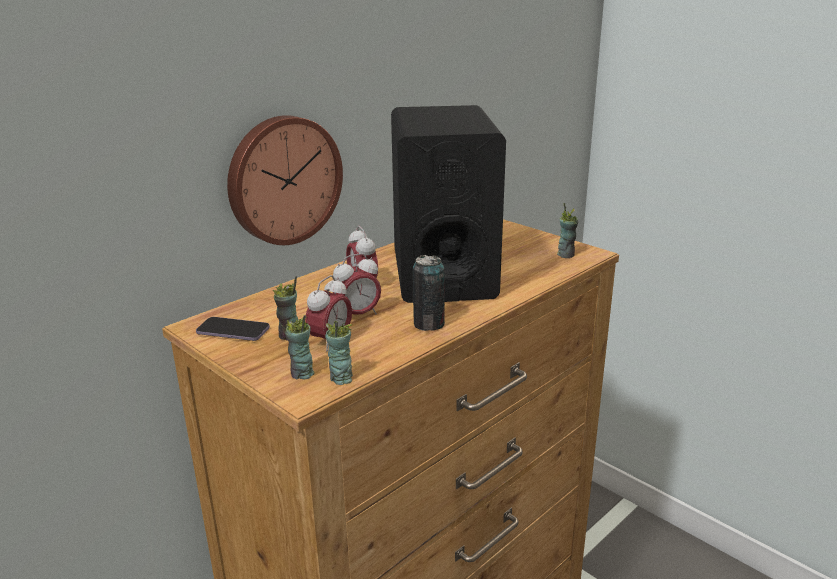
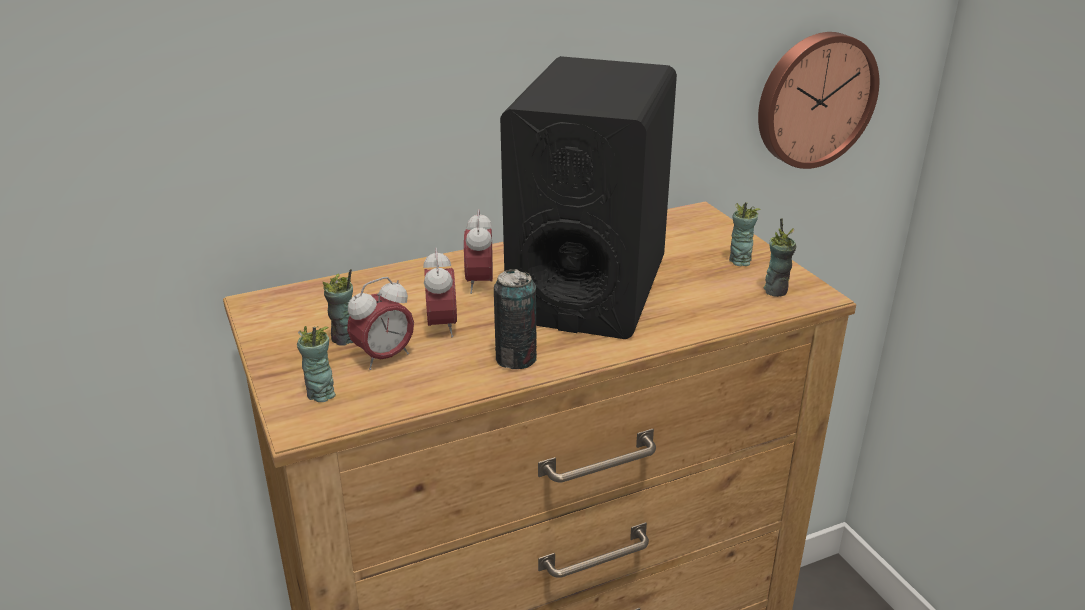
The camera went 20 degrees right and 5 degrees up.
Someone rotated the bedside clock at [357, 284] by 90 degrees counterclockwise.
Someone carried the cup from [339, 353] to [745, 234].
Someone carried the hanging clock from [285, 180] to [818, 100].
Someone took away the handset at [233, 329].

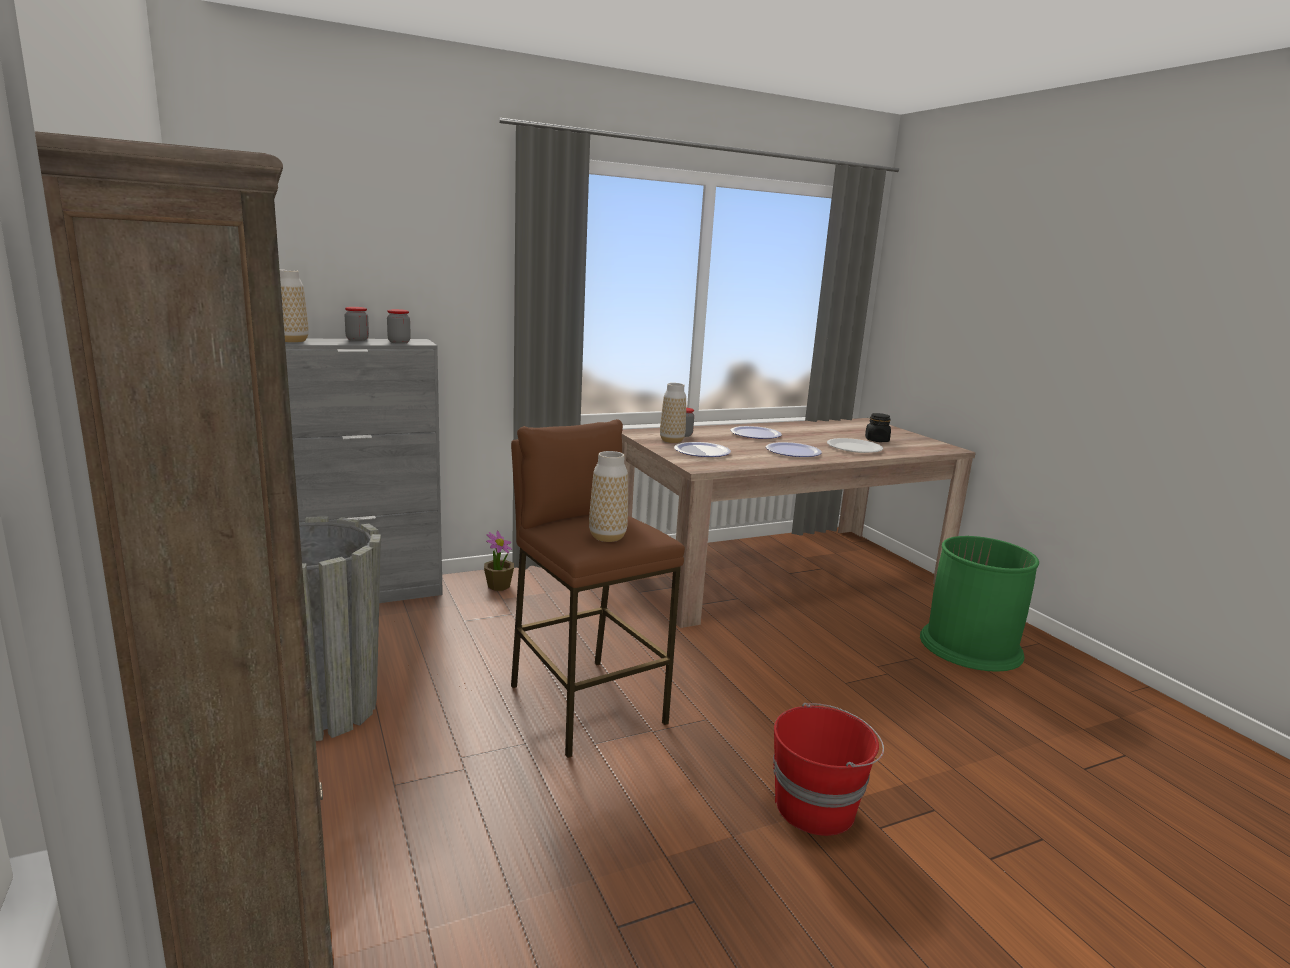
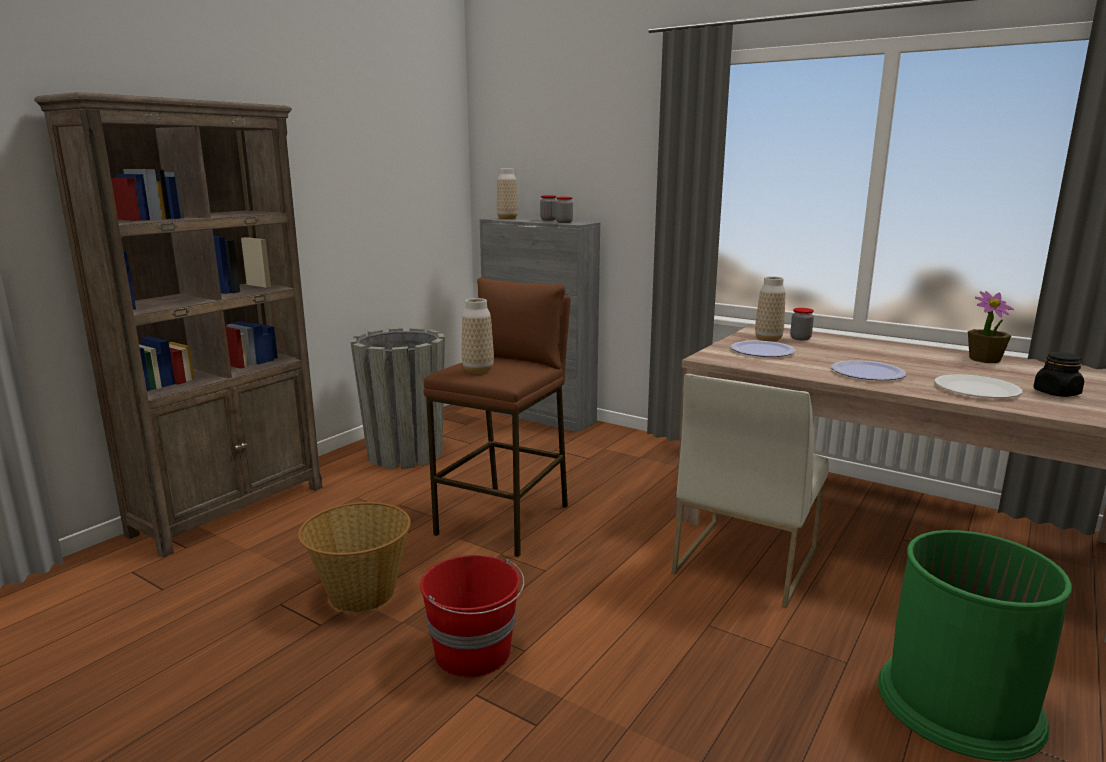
The camera went 60 degrees right and 0 degrees up.
Someone put down the household basket at [354, 557].
Someone put down the white upright chair at [750, 491].
Someone carried the houseplant from [499, 561] to [991, 327].
Someone took away the plate at [756, 432].

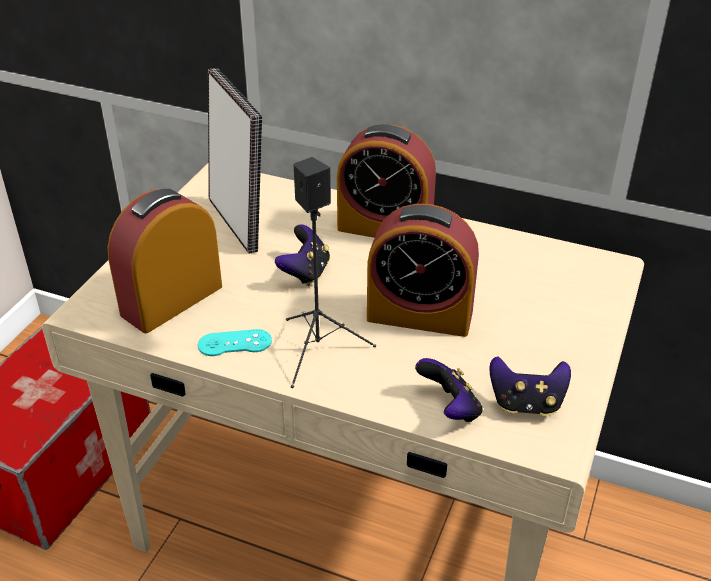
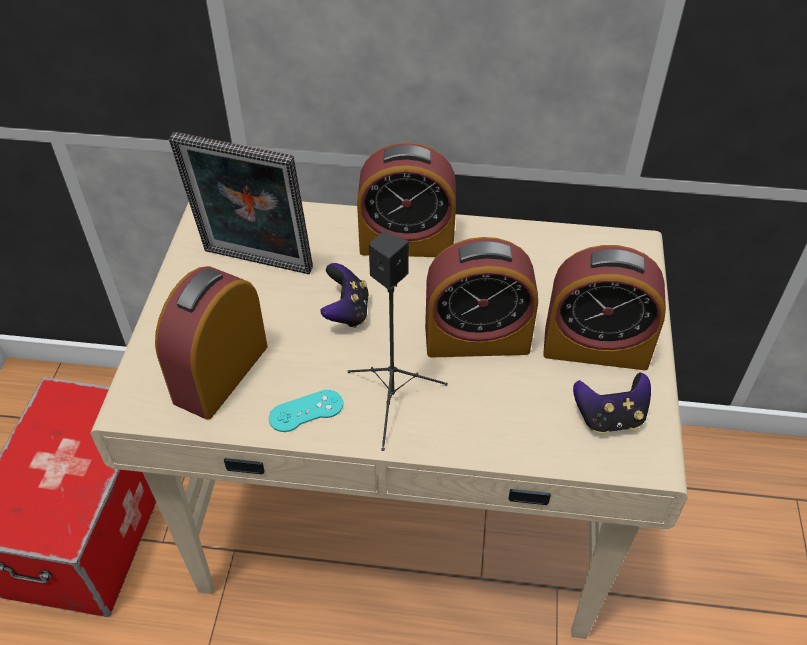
The camera went 15 degrees left and 10 degrees up.
Someone rotated the picture frame at [235, 161] by 150 degrees clockwise.
Someone put down the bedside clock at [604, 307].
Someone took away the game controller at [449, 390].

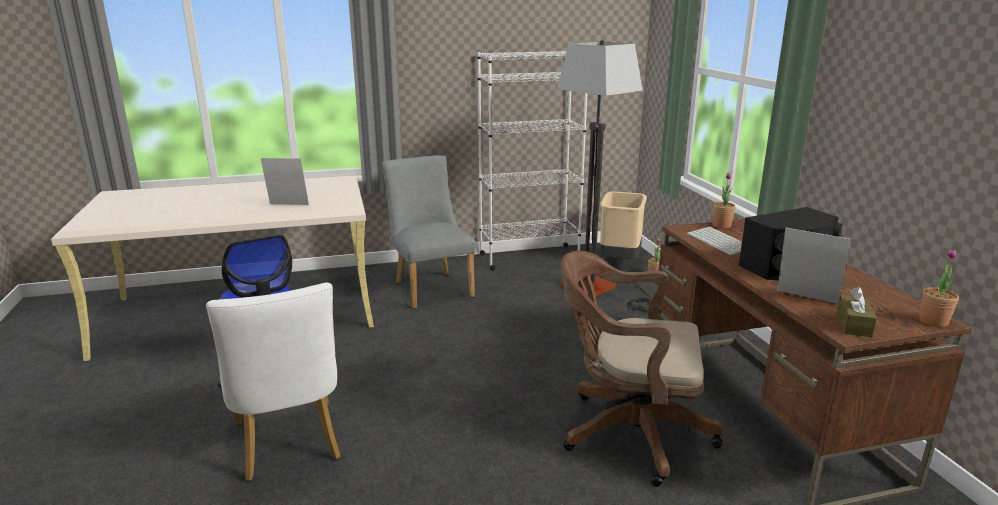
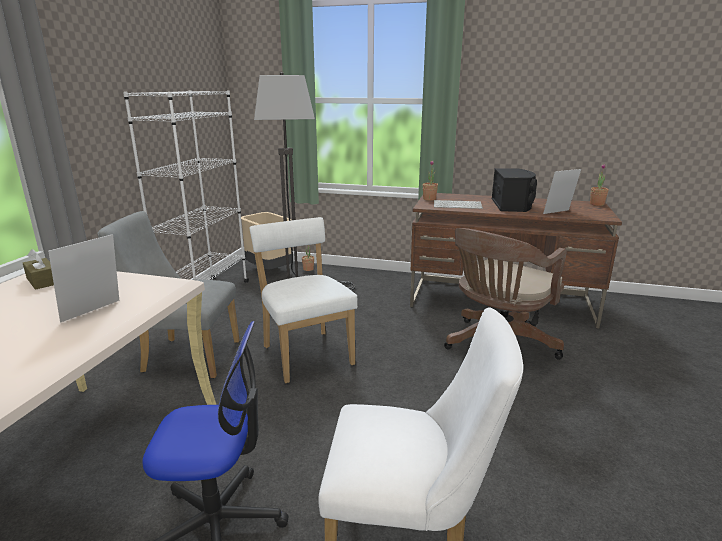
The camera went 60 degrees left and 0 degrees up.
Someone carried the brownish tissue holder from [857, 312] to [38, 269].
Someone put down the white upright chair at [304, 300].

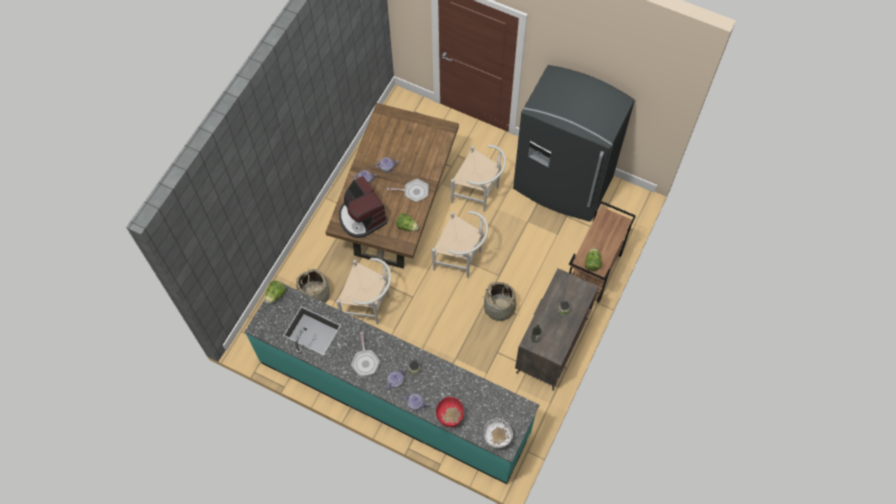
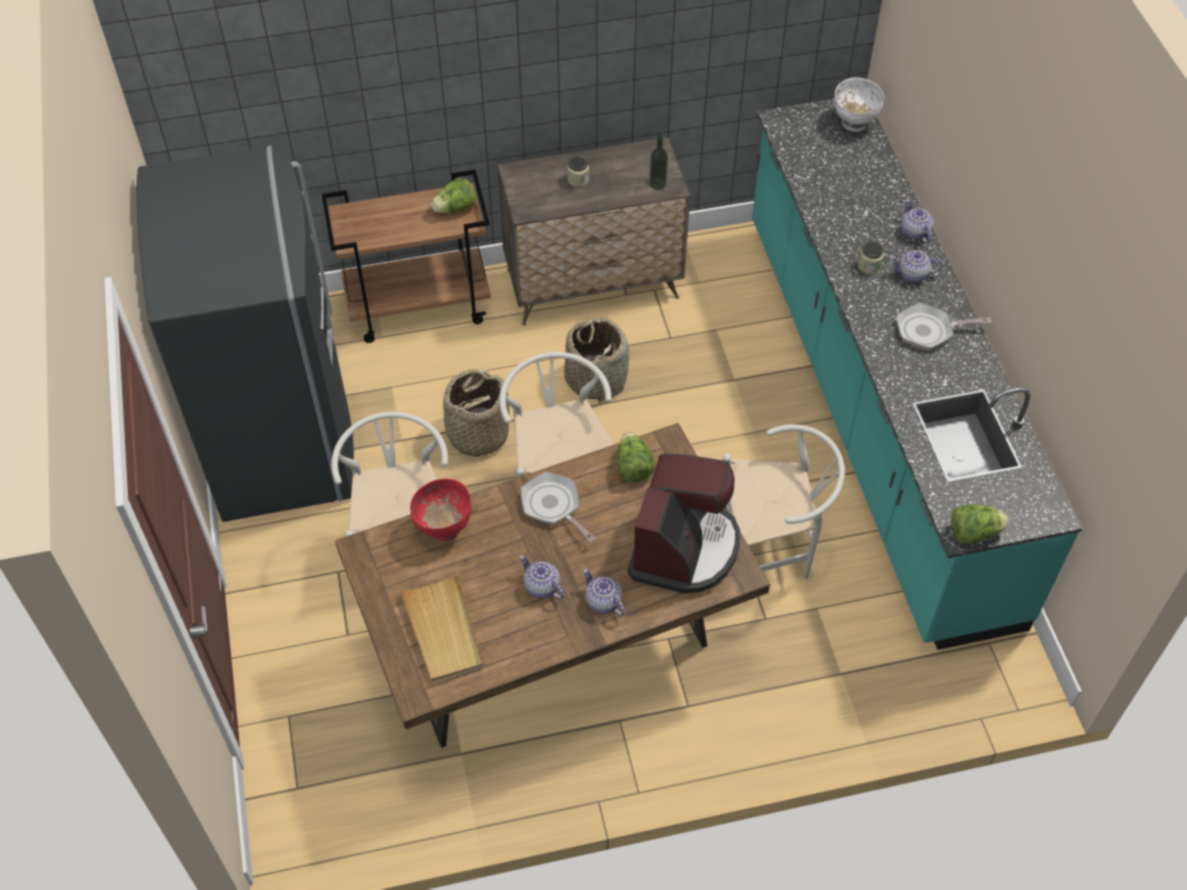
The camera went 130 degrees left and 10 degrees down.
Someone put down the beige-coloured serving tray at [441, 627].
Someone carried the red serving bowl from [450, 412] to [441, 510].
Someone carried the household basket from [313, 285] to [476, 412].
Someone rotated the white upright chair at [364, 291] by 105 degrees clockwise.
Someone rotated the frying pan at [365, 354] by 135 degrees counterclockwise.

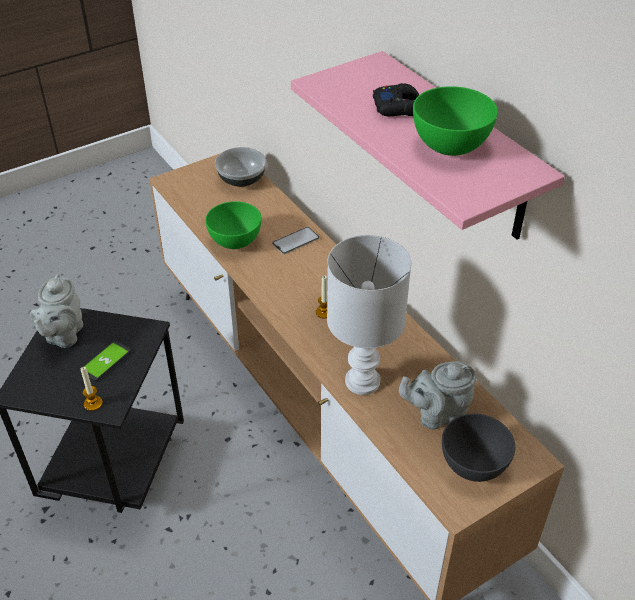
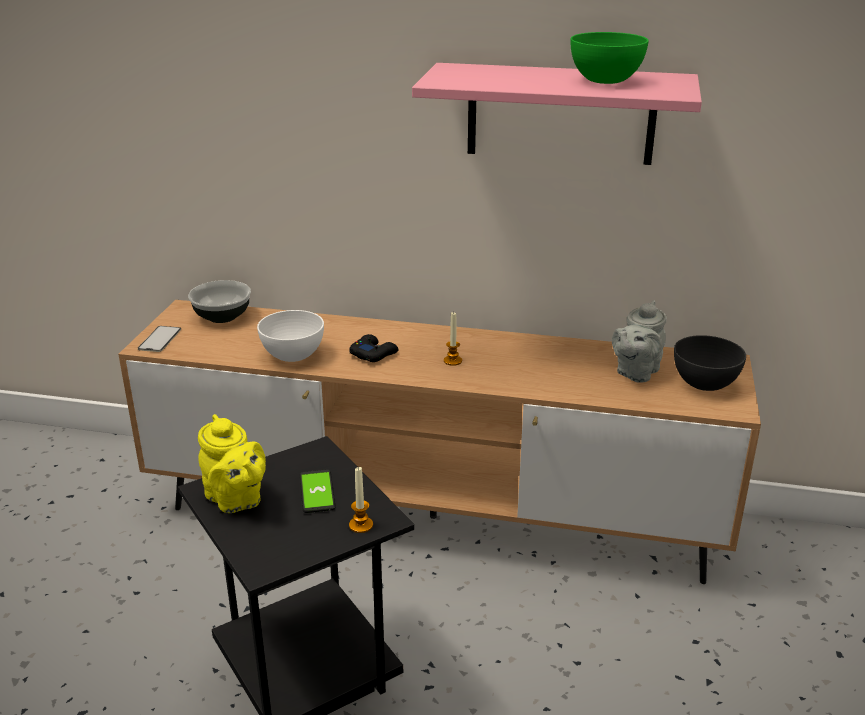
The camera went 45 degrees left and 15 degrees down.
Someone carried the handset from [295, 240] to [159, 339].
Someone repainted the grey teapot at [56, 311], which became the yellow teapot at [232, 463].
Someone repainted the green-coloured serving bowl at [233, 225], which became the white serving bowl at [290, 336].
Someone carried the black-coloured game controller from [396, 99] to [374, 348].
Someone took away the white table lamp at [369, 315].

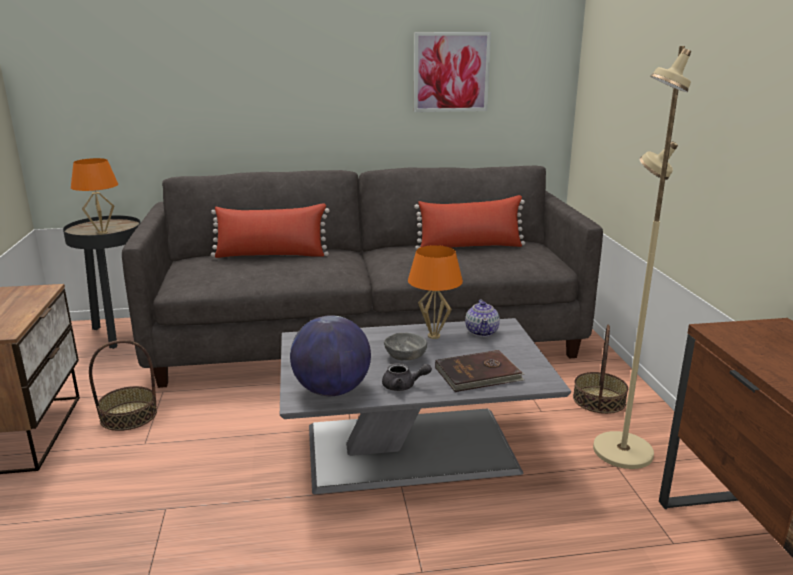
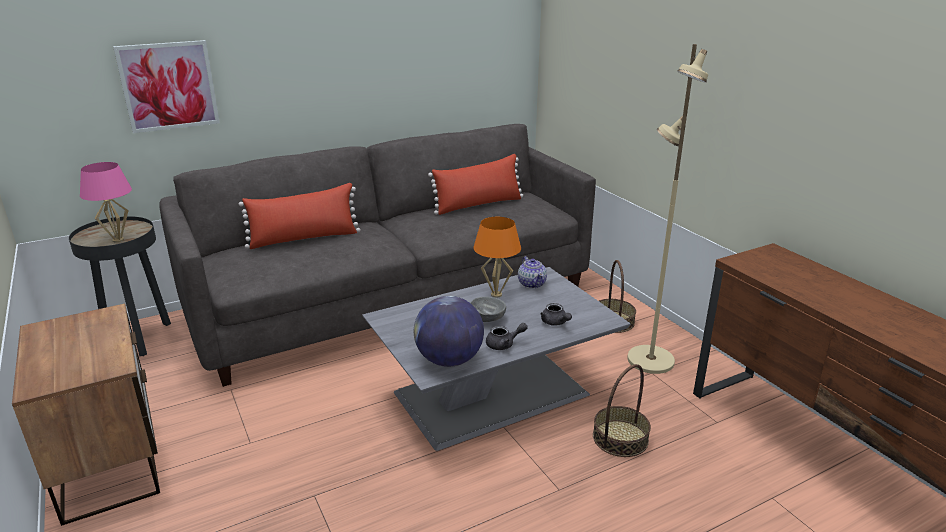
The camera went 20 degrees left and 5 degrees up.
Someone repainted the orange table lamp at [94, 196], which became the pink-coloured table lamp at [106, 202].
Someone carried the wall picture from [452, 72] to [166, 86].
Someone swapped the brownish bound book at [480, 371] for the grey teapot at [556, 314].
Someone carried the household basket from [123, 385] to [622, 410].

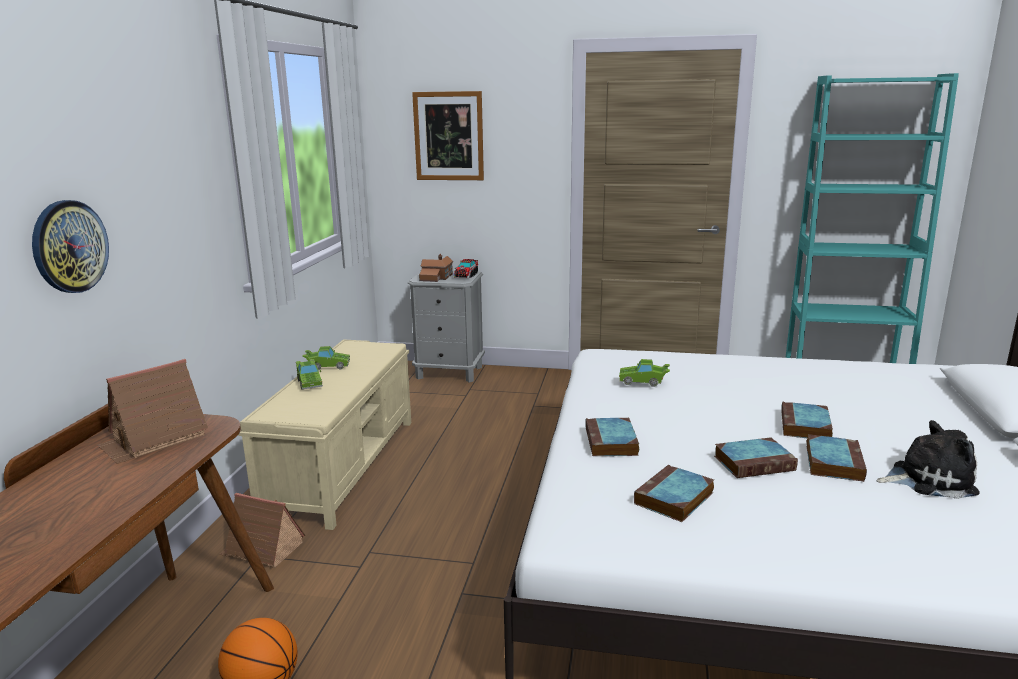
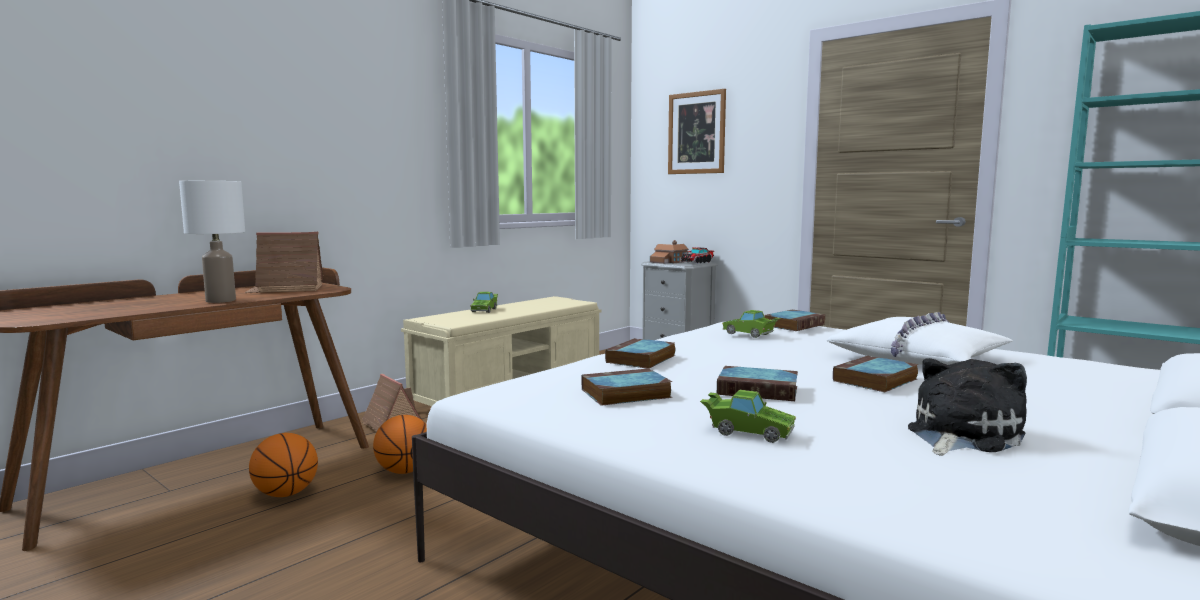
The camera went 30 degrees right and 10 degrees down.
Someone put down the white table lamp at [212, 242].
Someone put down the basketball at [400, 444].
Someone carried the green-coloured toy car from [326, 358] to [748, 416].
Someone carried the bound book from [836, 458] to [795, 320].
Someone put down the white pillow at [920, 338].
Someone rotated the soft toy at [928, 459] by 75 degrees counterclockwise.
Someone took away the hanging clock at [70, 246].

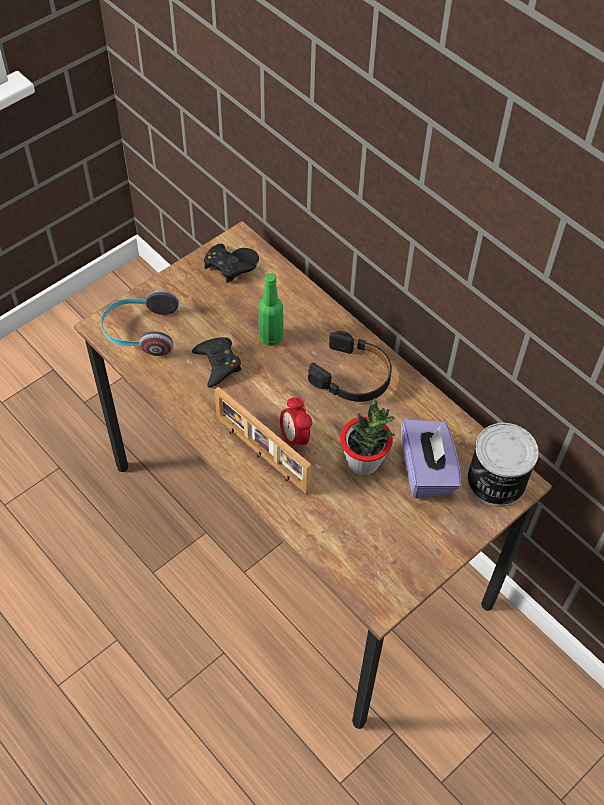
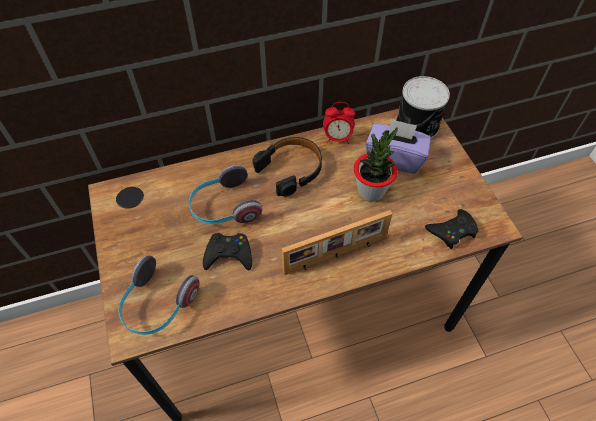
The camera went 65 degrees left and 0 degrees up.
Someone swapped the green-coloured drink bottle at [271, 309] for the pair of headphones at [225, 194].
Someone carried the bedside clock from [296, 422] to [339, 123].
Someone carried the black-coloured game controller from [230, 263] to [452, 229].

